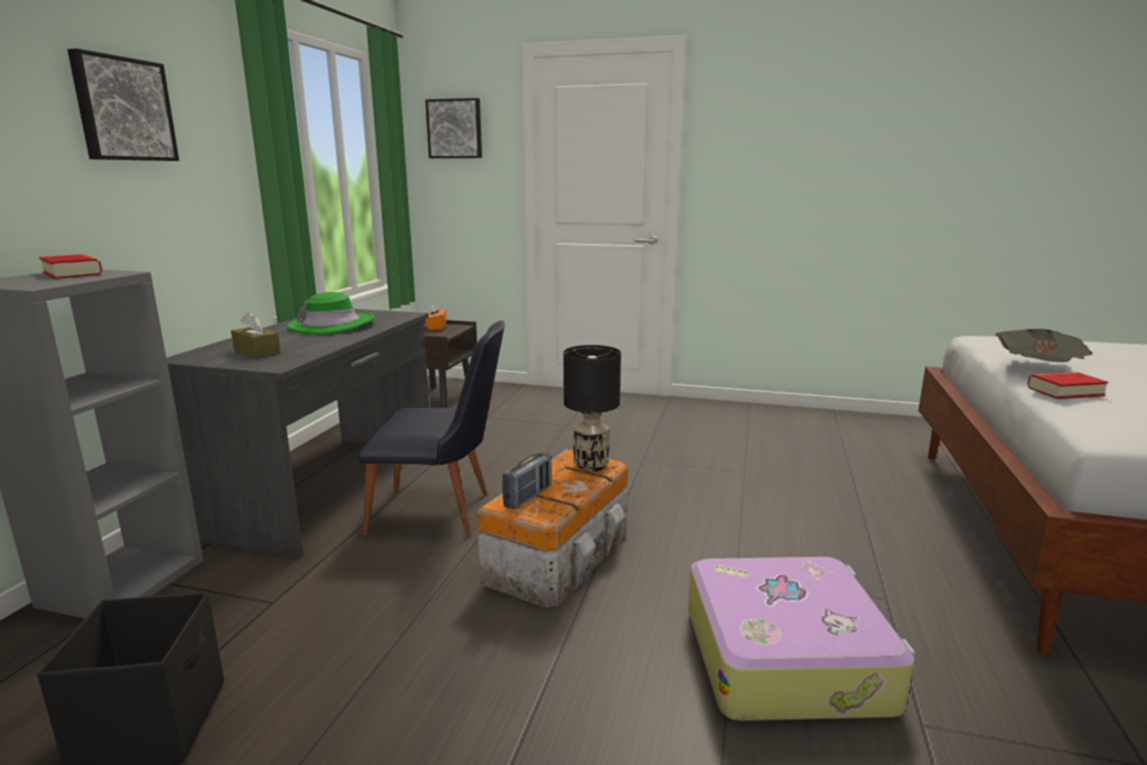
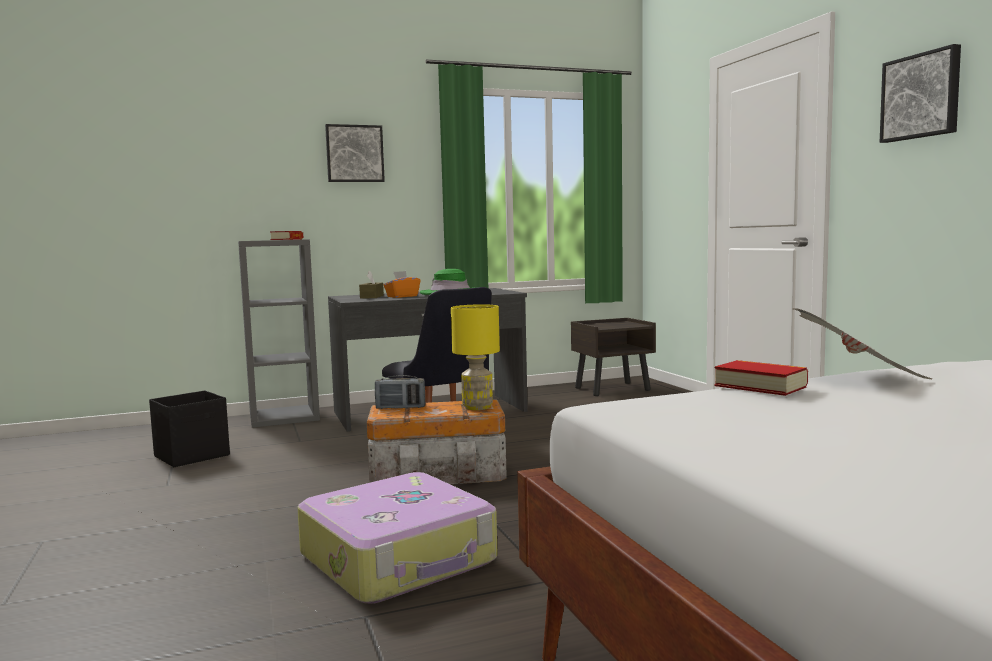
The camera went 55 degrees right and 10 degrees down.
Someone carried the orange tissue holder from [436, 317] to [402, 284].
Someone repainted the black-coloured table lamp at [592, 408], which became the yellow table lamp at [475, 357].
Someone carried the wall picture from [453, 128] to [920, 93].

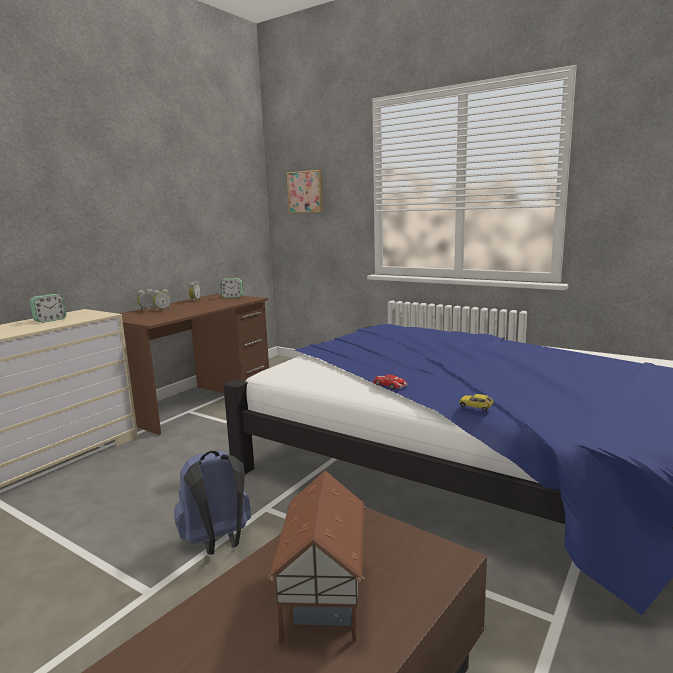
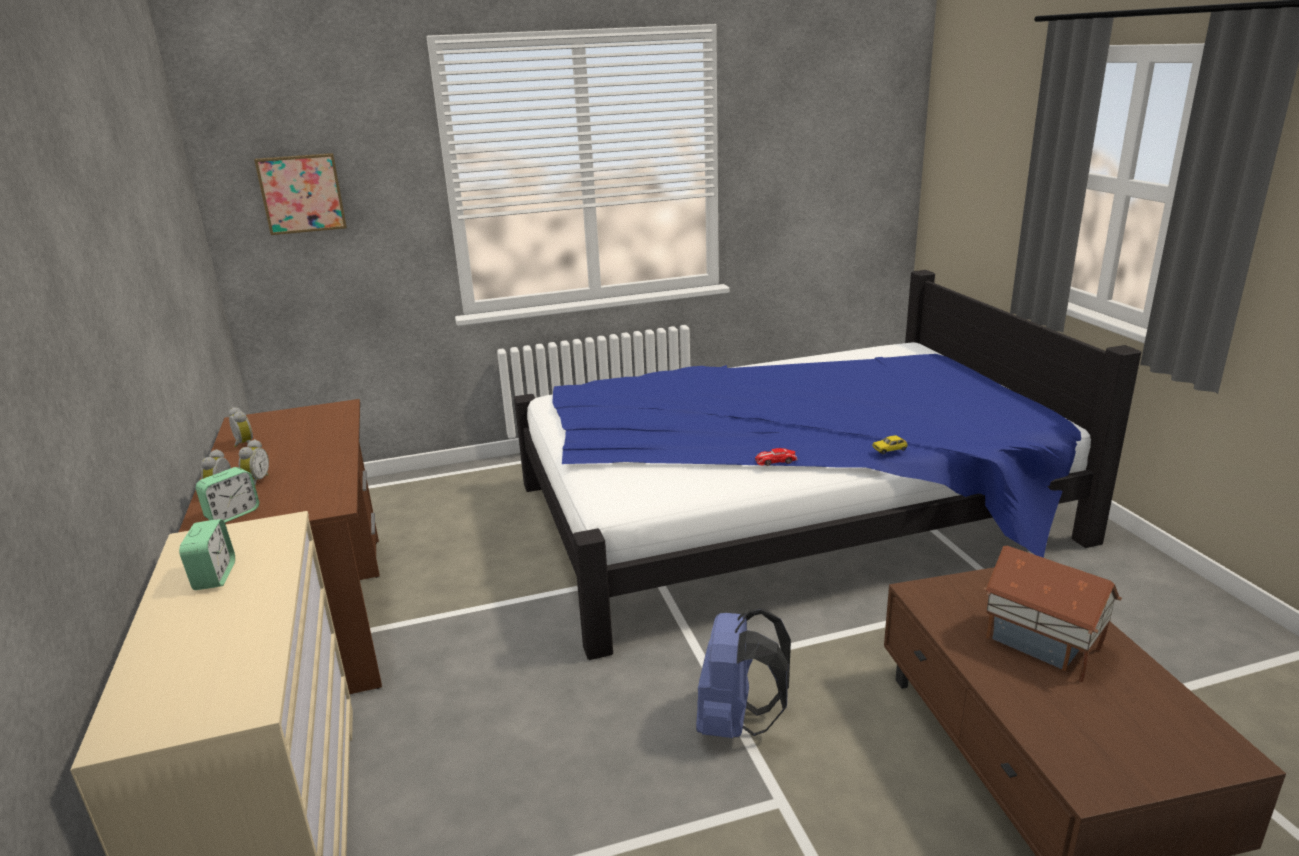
The camera went 50 degrees left and 10 degrees up.
Someone carried the bedside clock from [231, 288] to [227, 495].

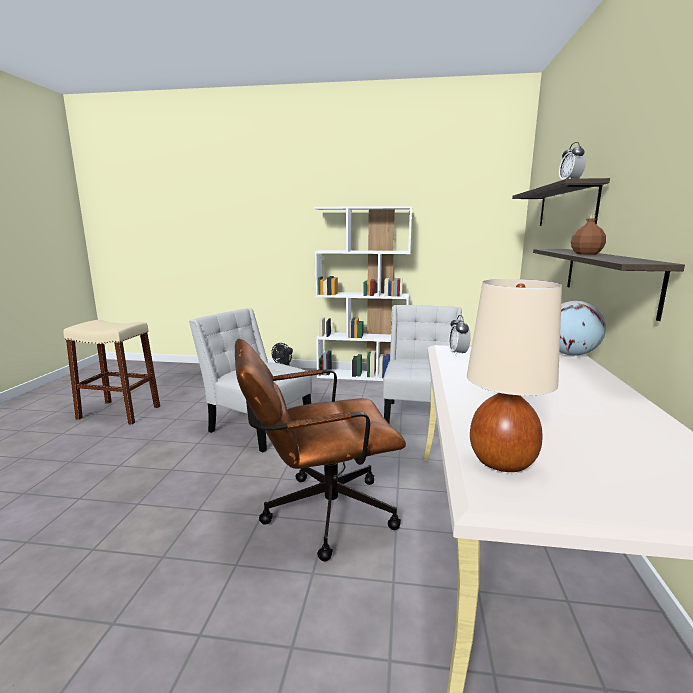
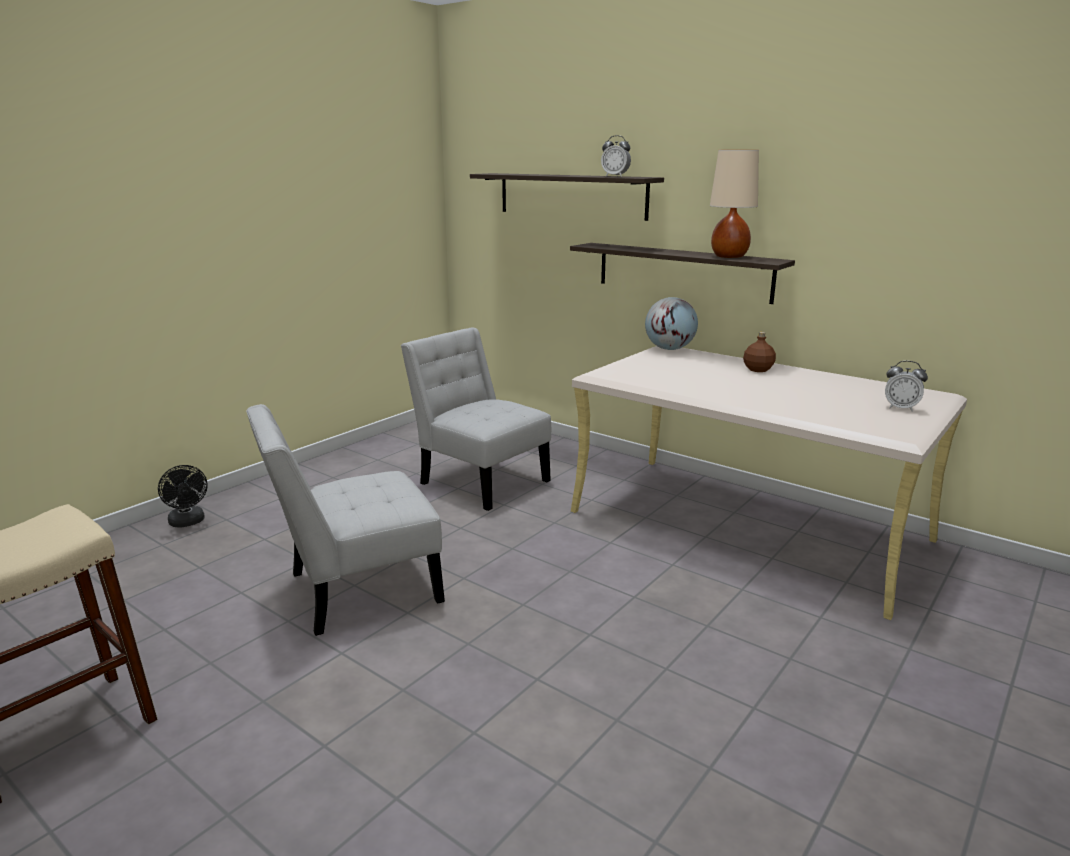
The camera went 60 degrees left and 5 degrees up.
Someone carried the beige-coloured table lamp from [514, 375] to [734, 204].
Someone carried the brownish drink bottle from [588, 234] to [759, 352].
Someone carried the bedside clock from [459, 335] to [906, 386].
Someone took away the brownish office chair at [320, 450].
Someone took away the white bookcase at [363, 293].

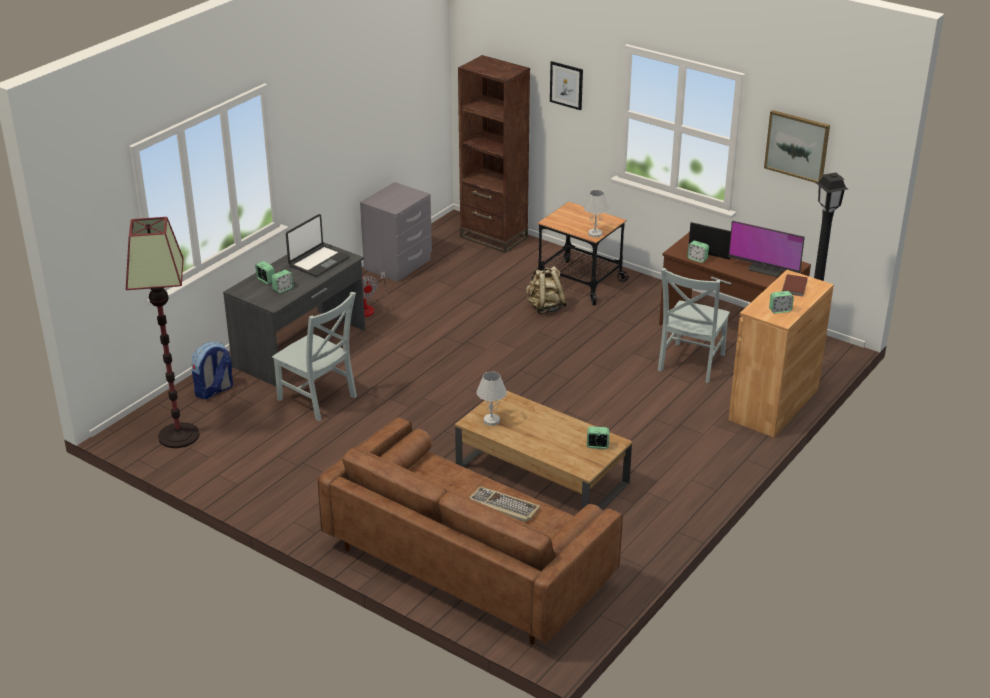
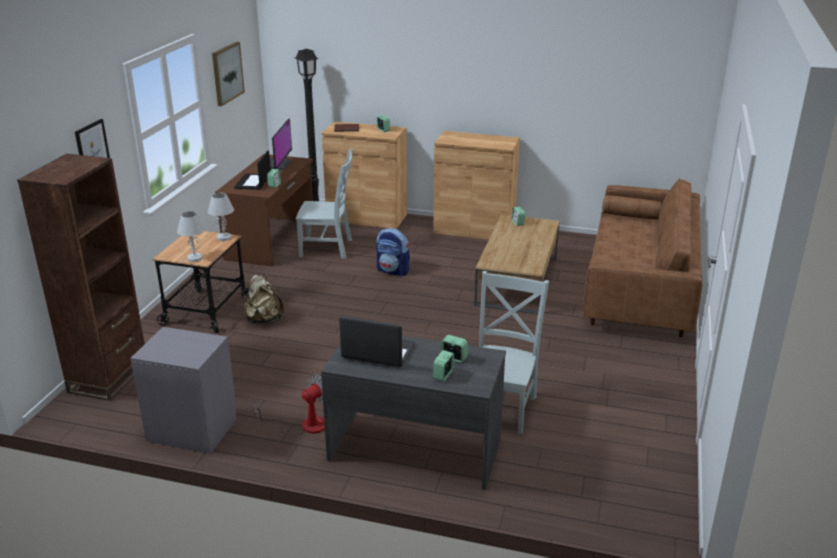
The camera went 110 degrees left and 5 degrees down.
Someone carried the white table lamp from [491, 398] to [191, 236].
Someone carried the backpack from [212, 370] to [393, 252].
Someone put down the brownish cabinet at [476, 185].
Someone took away the standard lamp at [163, 332].
Someone took away the keyboard at [504, 504].

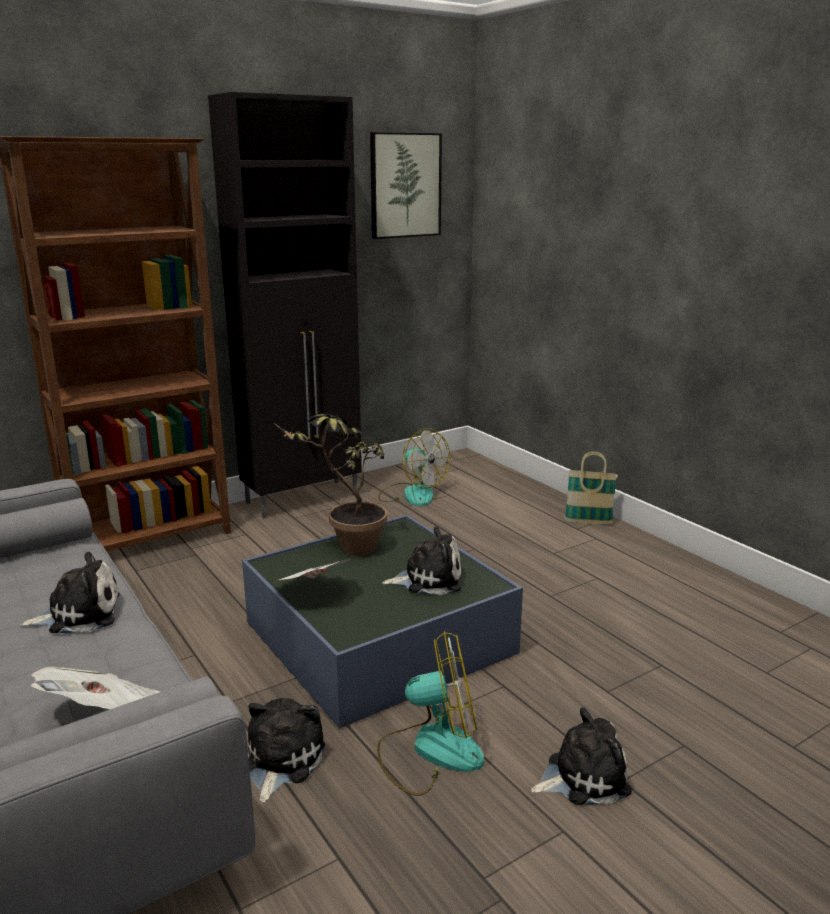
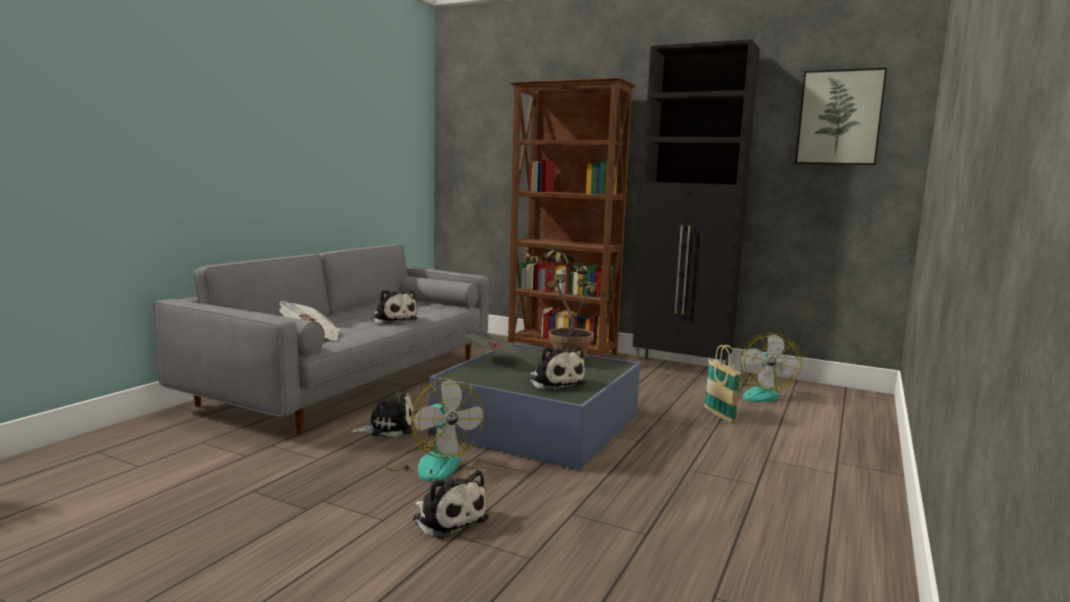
The camera went 60 degrees right and 10 degrees down.
Someone carried the household basket from [591, 488] to [722, 383].

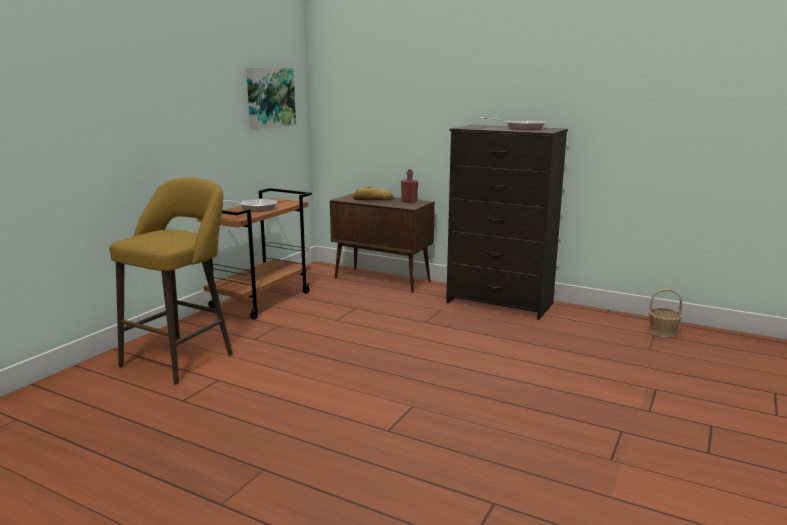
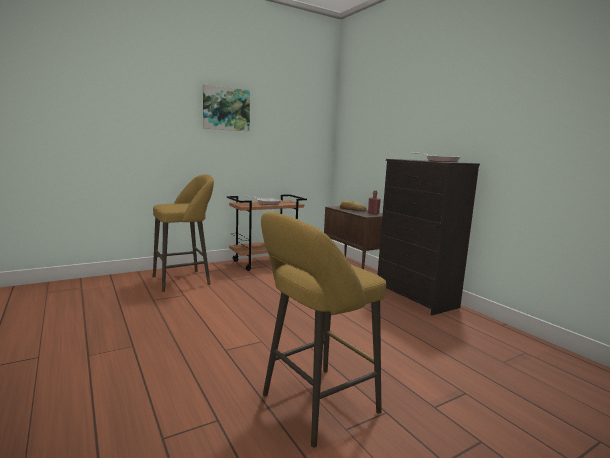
The camera went 30 degrees right and 5 degrees down.
Someone carried the wall picture from [271, 99] to [226, 108].
Someone put down the yellow sitting stool at [323, 329].
Someone took away the household basket at [665, 313].

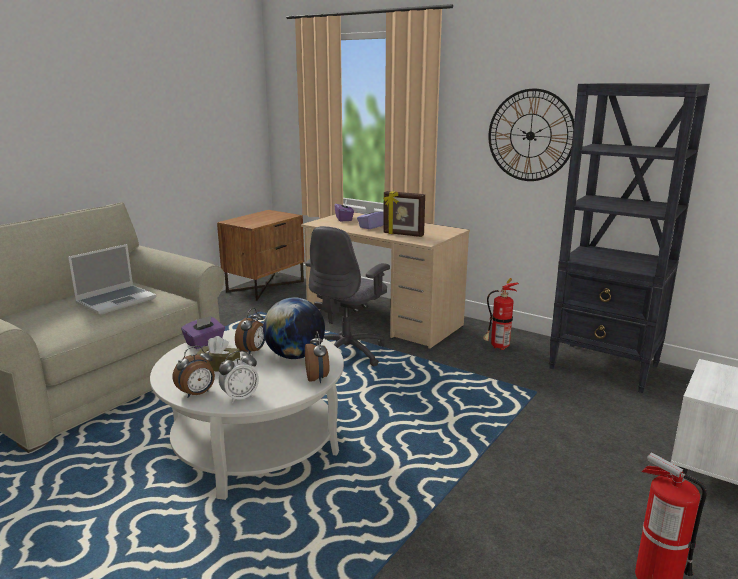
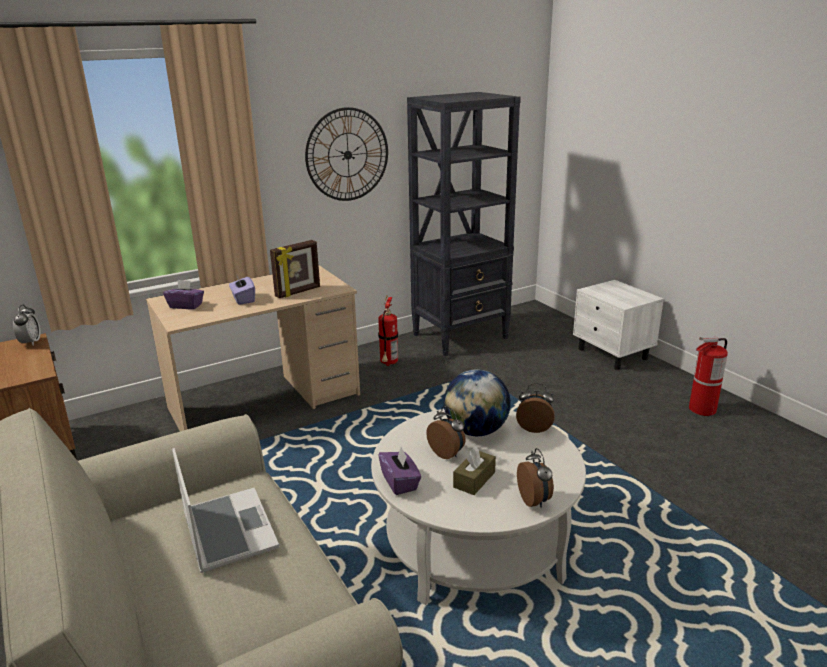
The camera went 65 degrees left and 5 degrees up.
Someone carried the bedside clock from [239, 377] to [27, 325].
Someone took away the grey office chair at [347, 296].

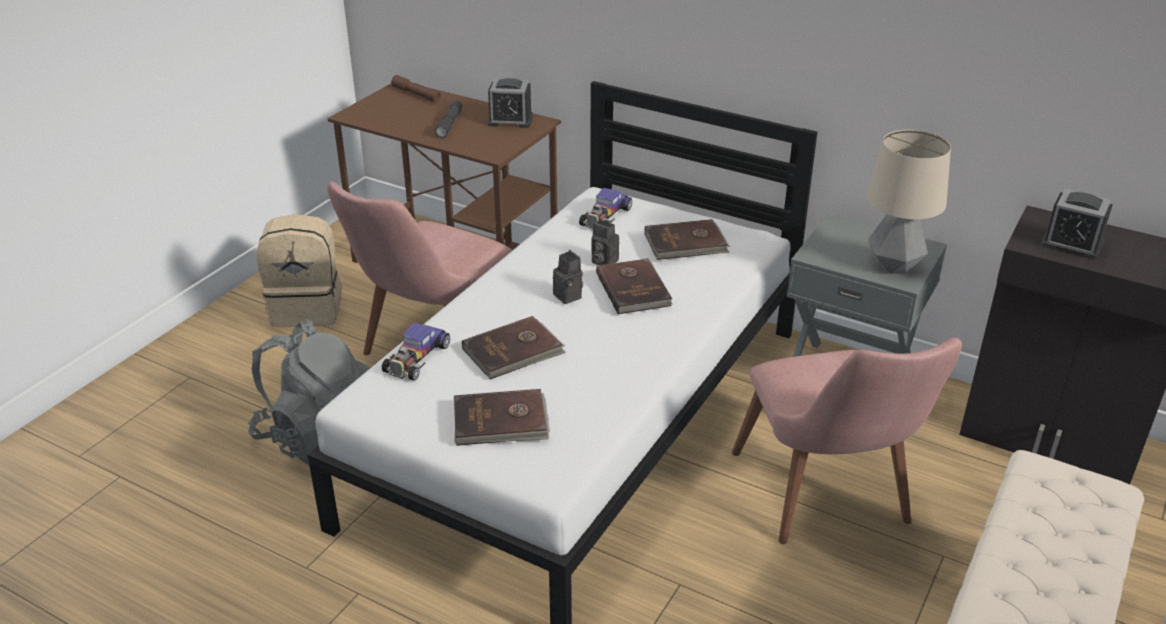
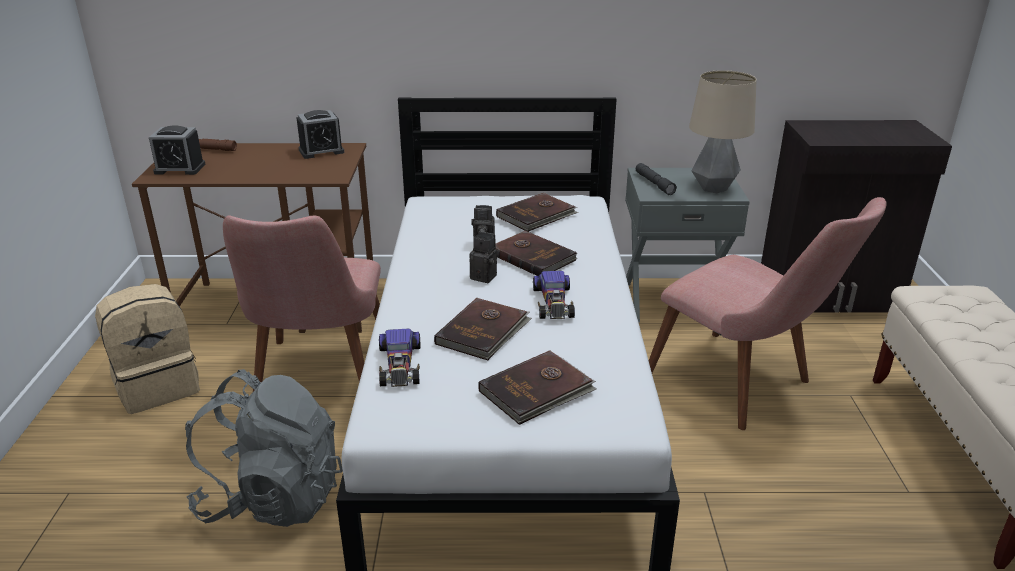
The camera went 30 degrees left and 5 degrees down.
Someone carried the bedside clock from [1077, 224] to [177, 150].
Someone carried the toy car from [605, 208] to [554, 295].
Someone carried the grey torch from [448, 120] to [656, 179].

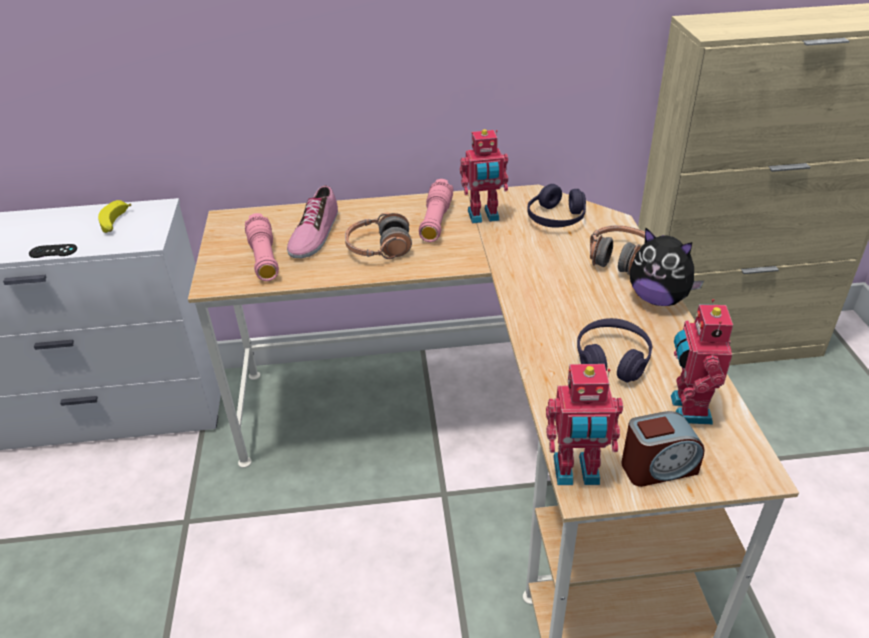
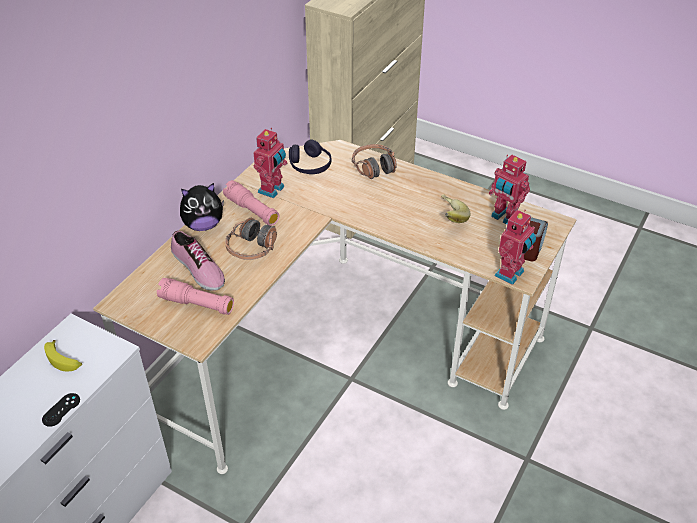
The camera went 55 degrees left and 5 degrees up.
Someone carried the soft toy from [666, 266] to [202, 207].
Someone swapped the purple pair of headphones at [614, 350] for the whole banana at [456, 208].

